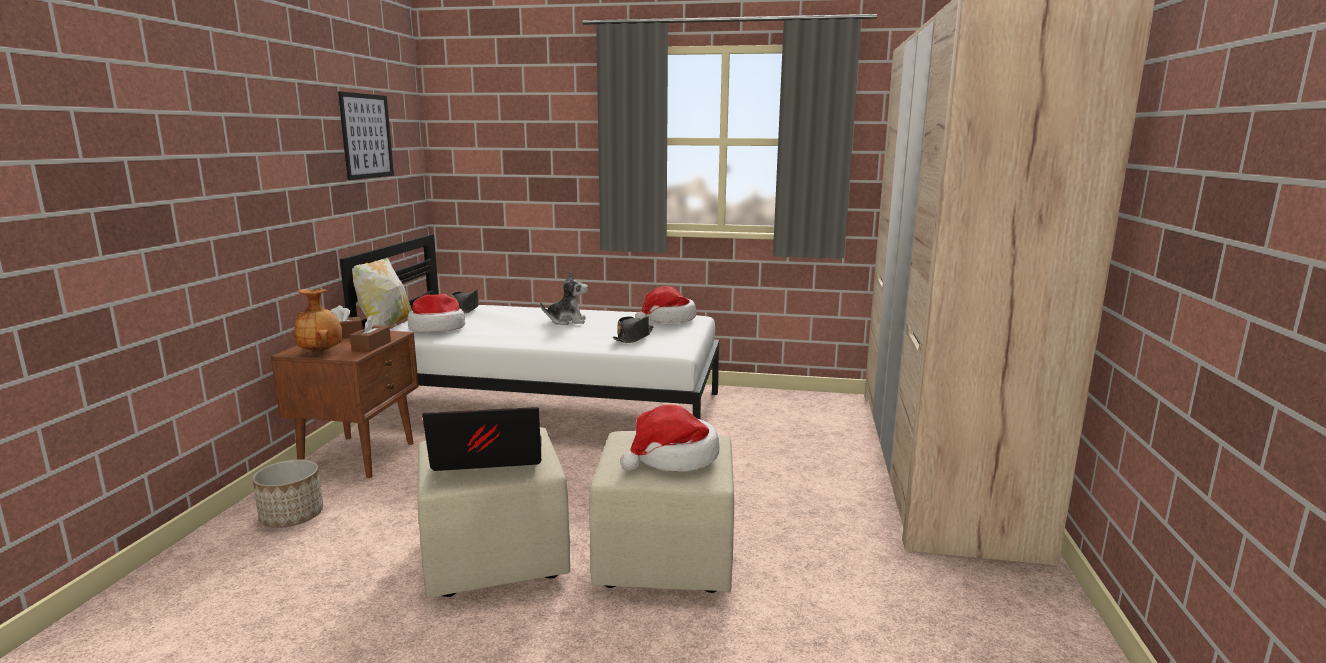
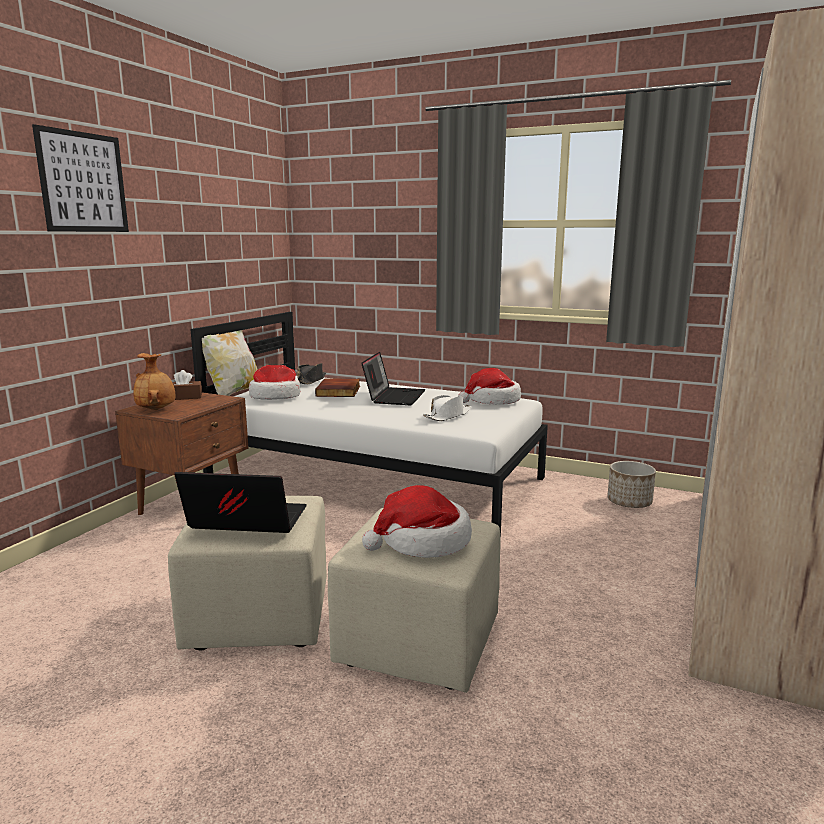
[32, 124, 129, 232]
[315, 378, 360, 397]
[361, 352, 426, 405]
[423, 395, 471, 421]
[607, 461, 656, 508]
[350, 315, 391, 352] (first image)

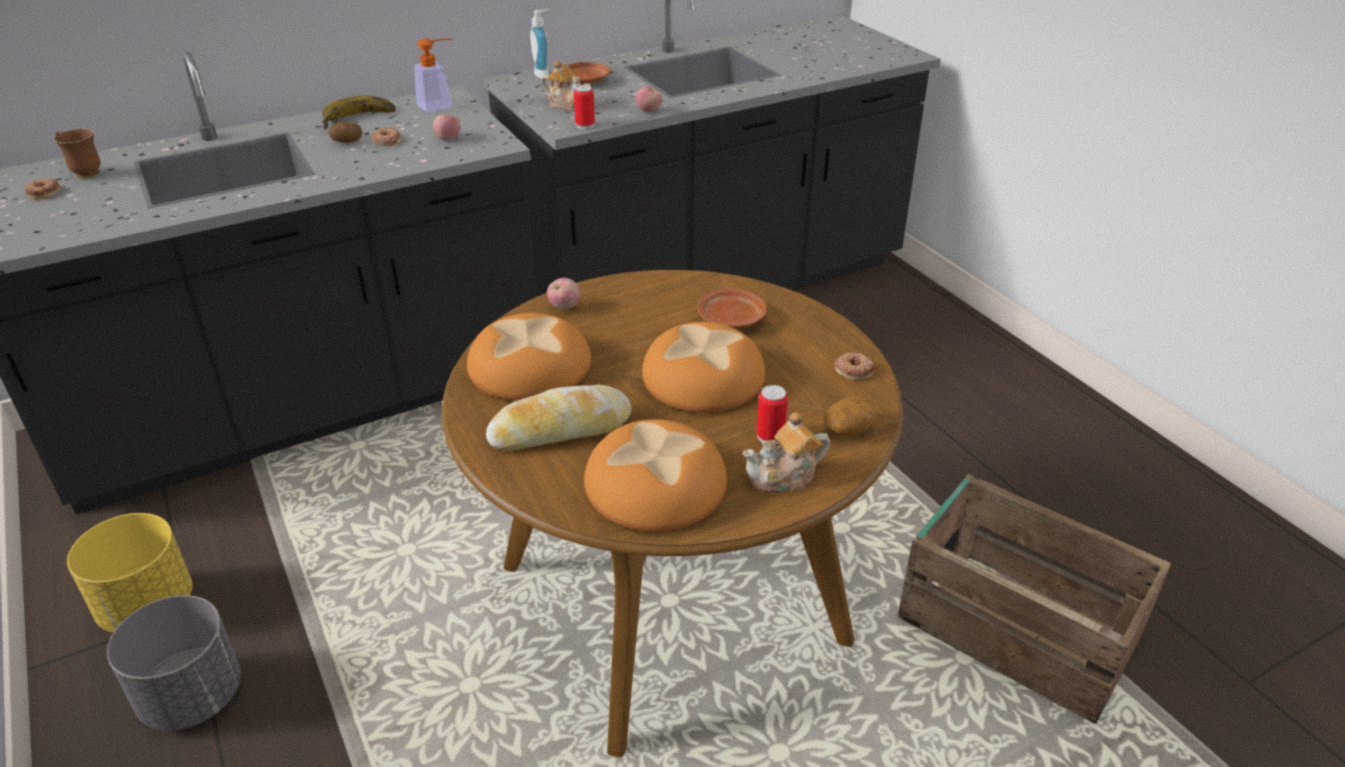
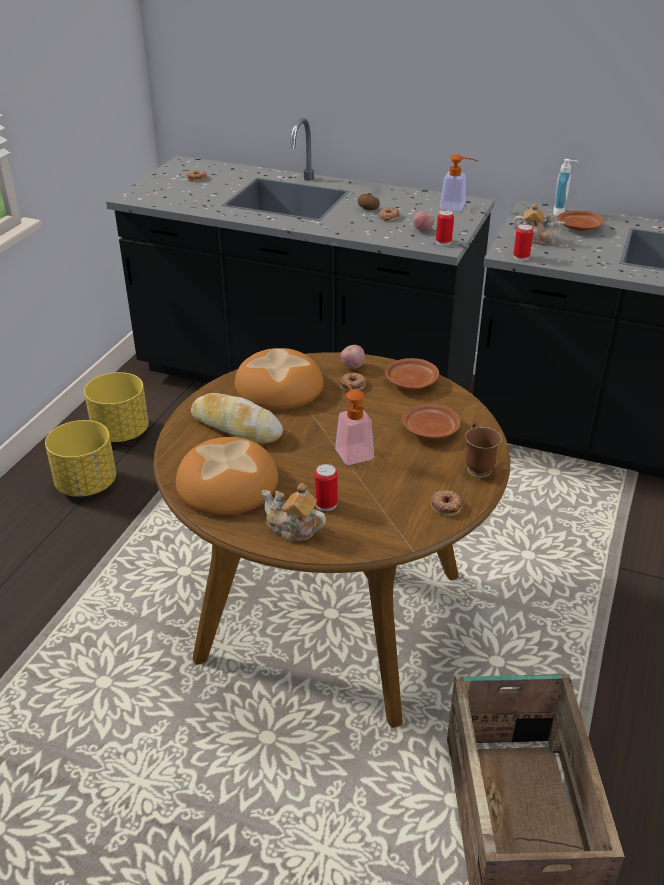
[45, 420, 116, 497]
[335, 380, 374, 465]
[340, 373, 366, 392]
[385, 358, 439, 389]
[436, 210, 454, 245]
[465, 422, 502, 478]
[514, 203, 565, 245]
[322, 96, 396, 129] (first image)
[636, 86, 662, 112] (first image)
[824, 396, 878, 435] (first image)

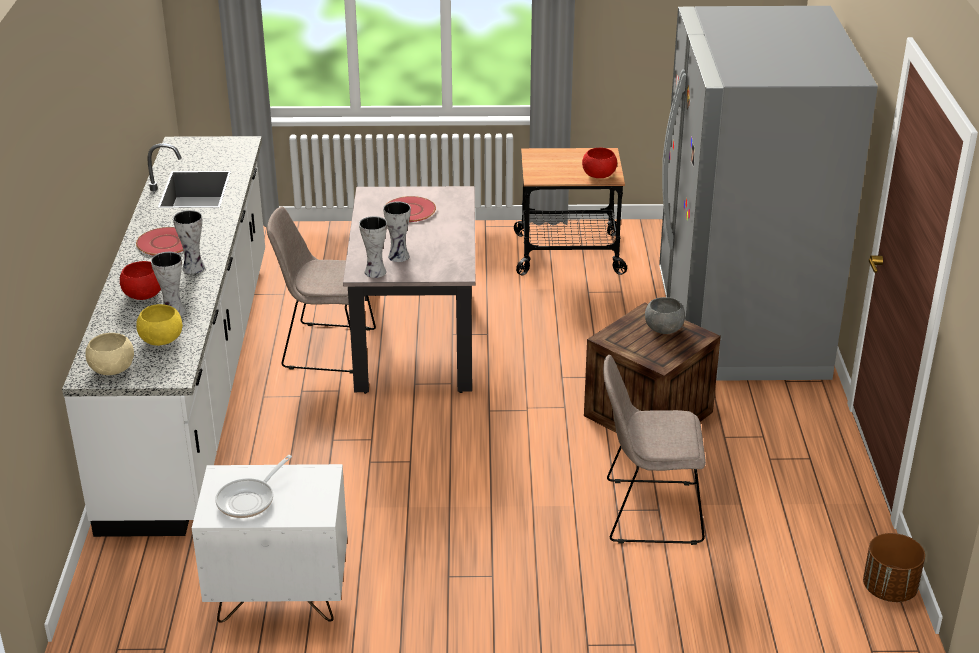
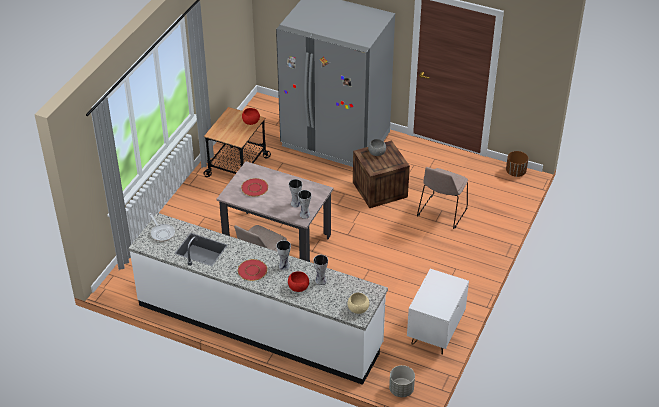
[149, 213, 175, 242]
[389, 365, 415, 397]
[136, 304, 183, 346] (first image)

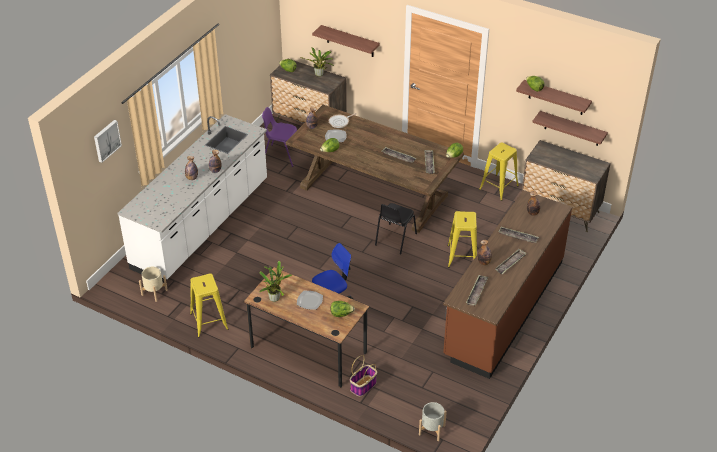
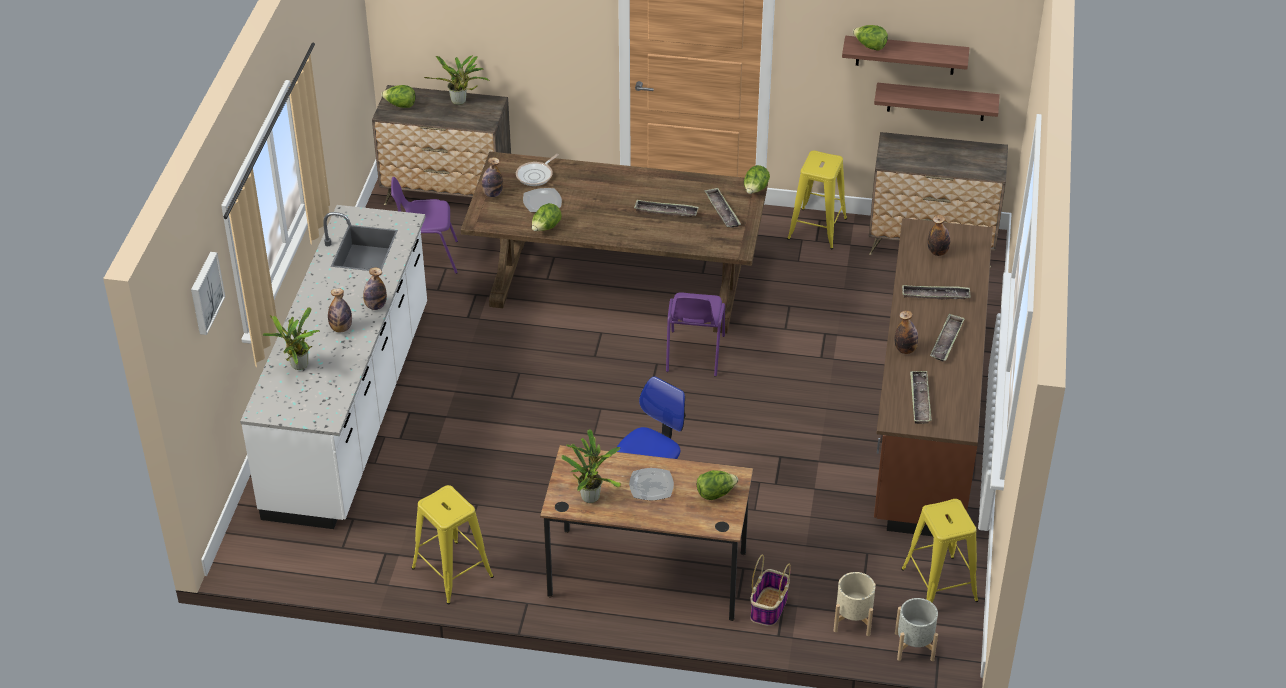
[262, 307, 320, 370]
[666, 292, 725, 377]
[834, 572, 876, 636]
[901, 499, 978, 603]
[312, 25, 380, 57] (first image)

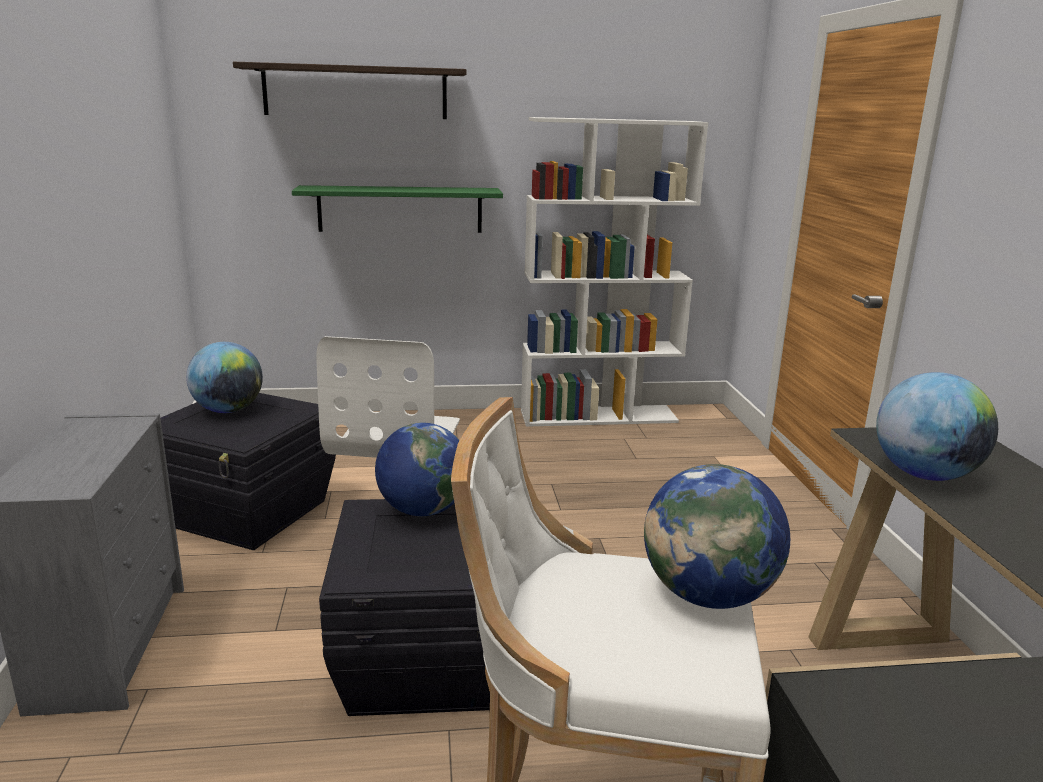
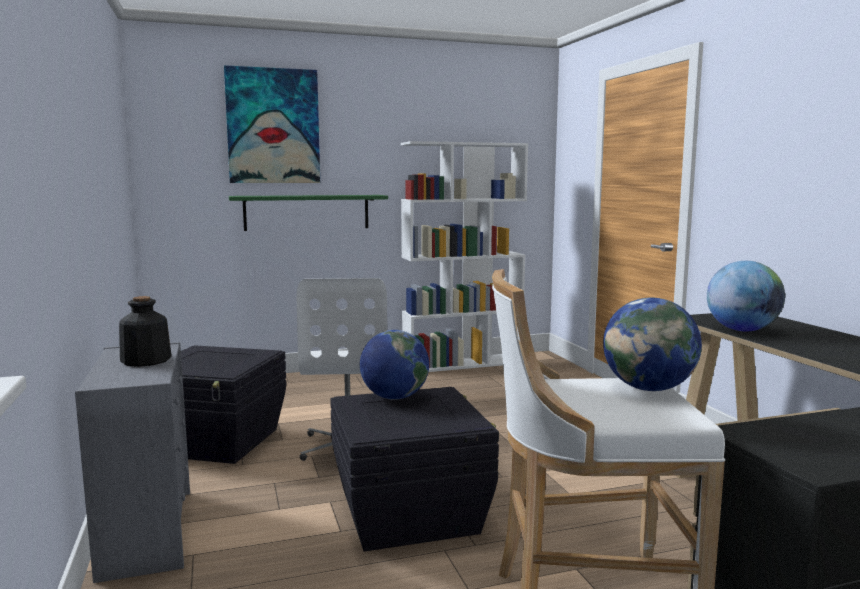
[119, 296, 172, 367]
[224, 65, 320, 183]
[186, 342, 263, 413] (first image)

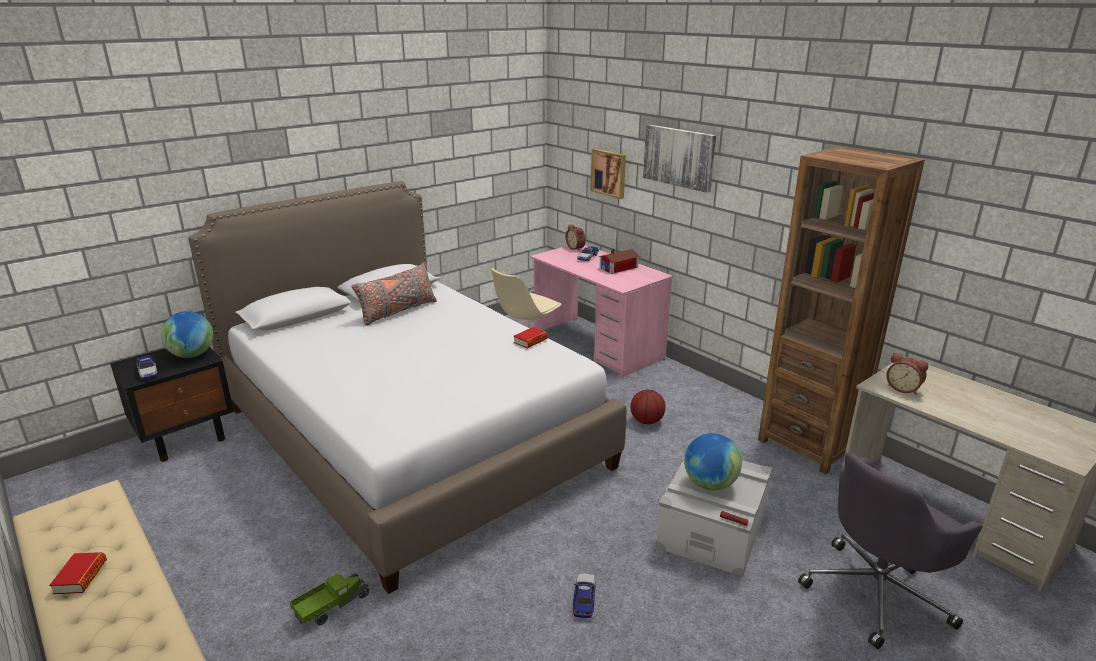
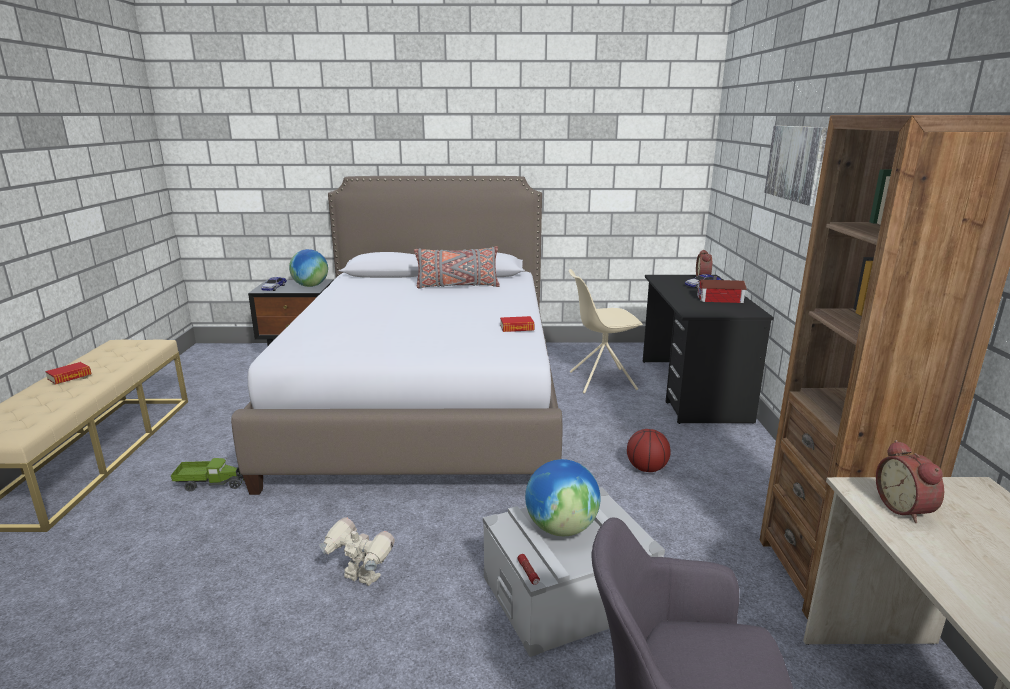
[319, 518, 395, 586]
[643, 275, 774, 424]
[590, 149, 626, 199] (first image)

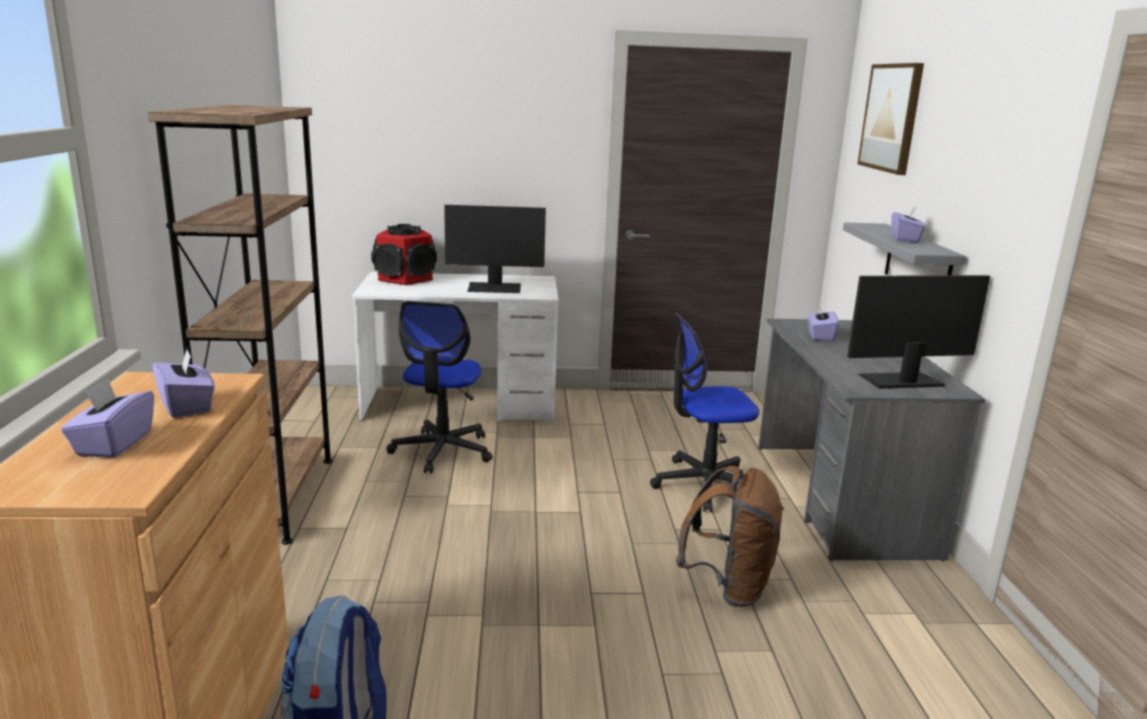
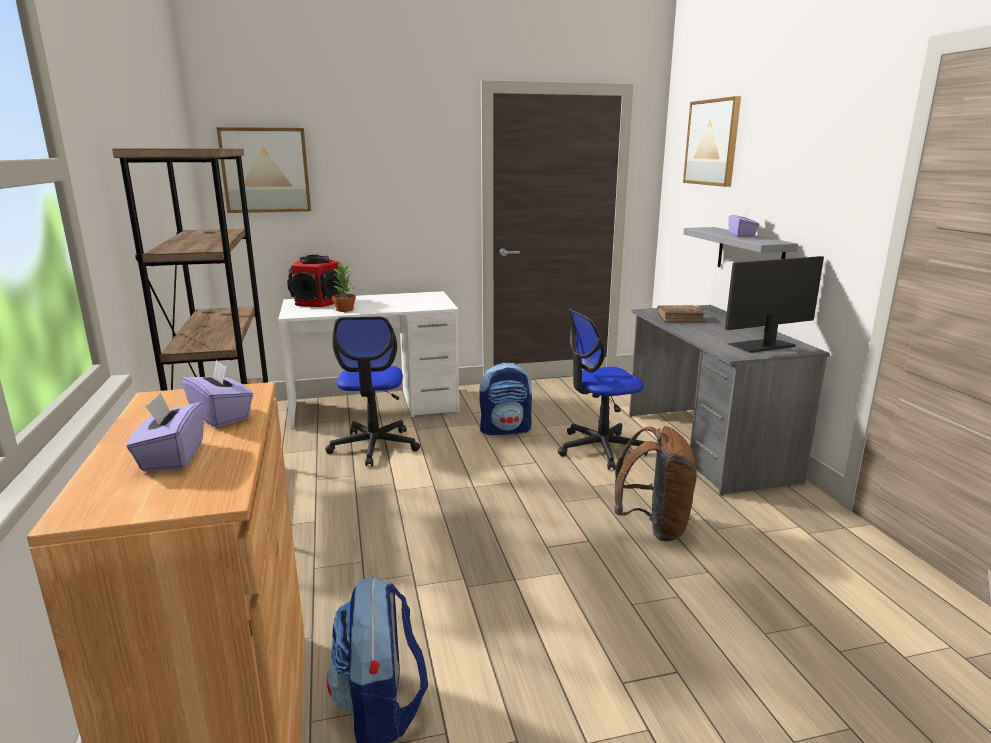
[216, 127, 311, 213]
[332, 263, 356, 312]
[479, 363, 532, 435]
[657, 305, 706, 322]
[444, 205, 546, 293] (first image)

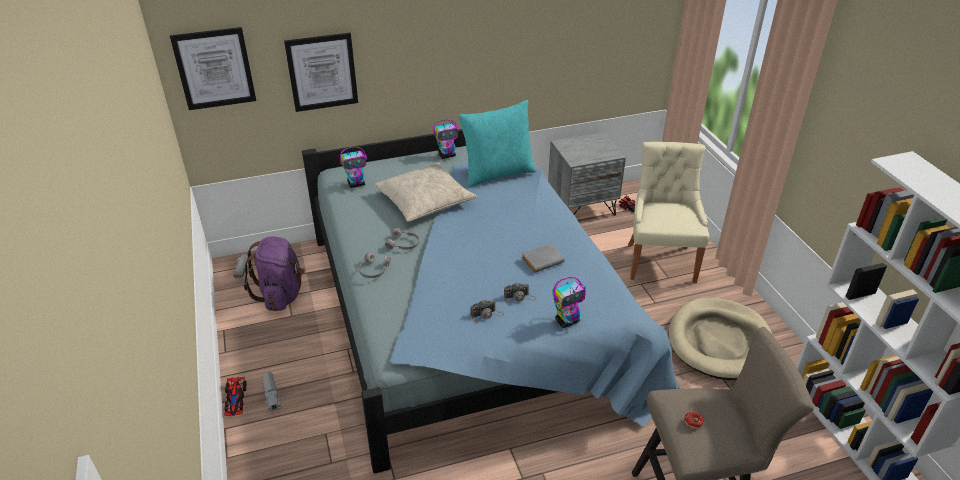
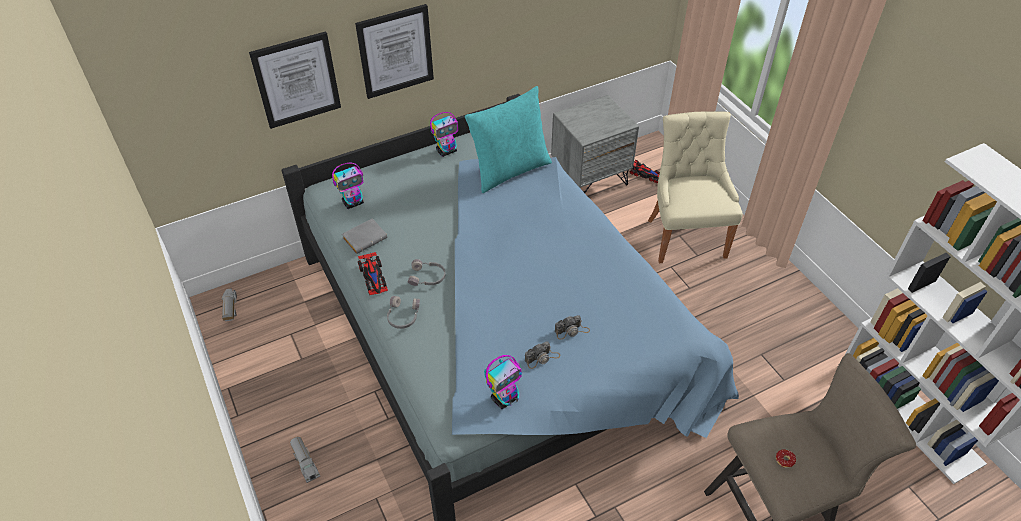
[342, 218, 387, 254]
[355, 4, 434, 99]
[358, 252, 388, 295]
[484, 355, 522, 409]
[243, 236, 305, 311] (first image)
[374, 162, 477, 222] (first image)
[668, 298, 773, 380] (first image)

